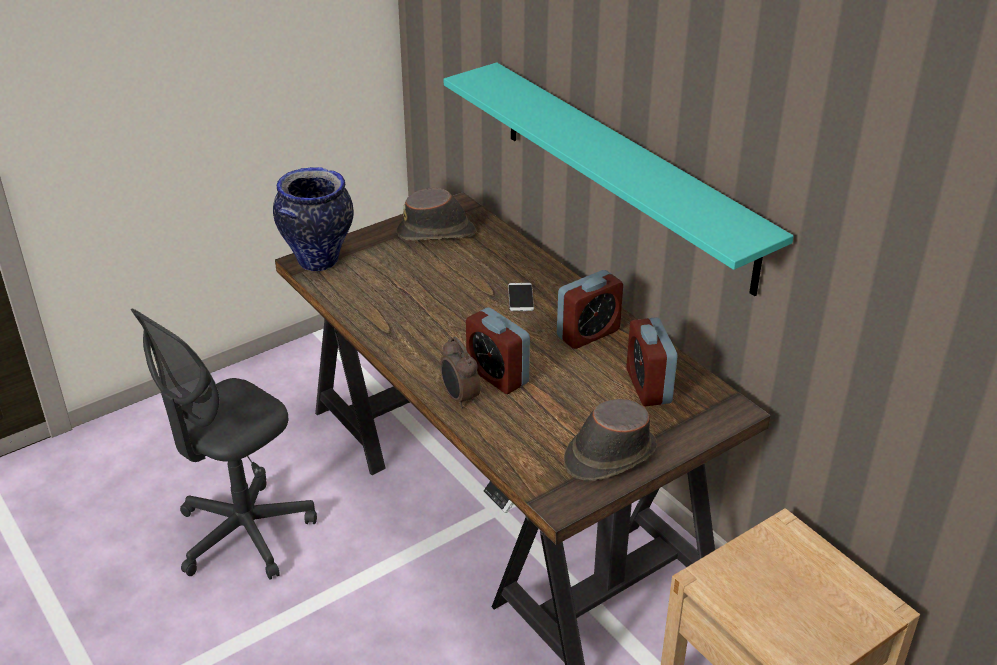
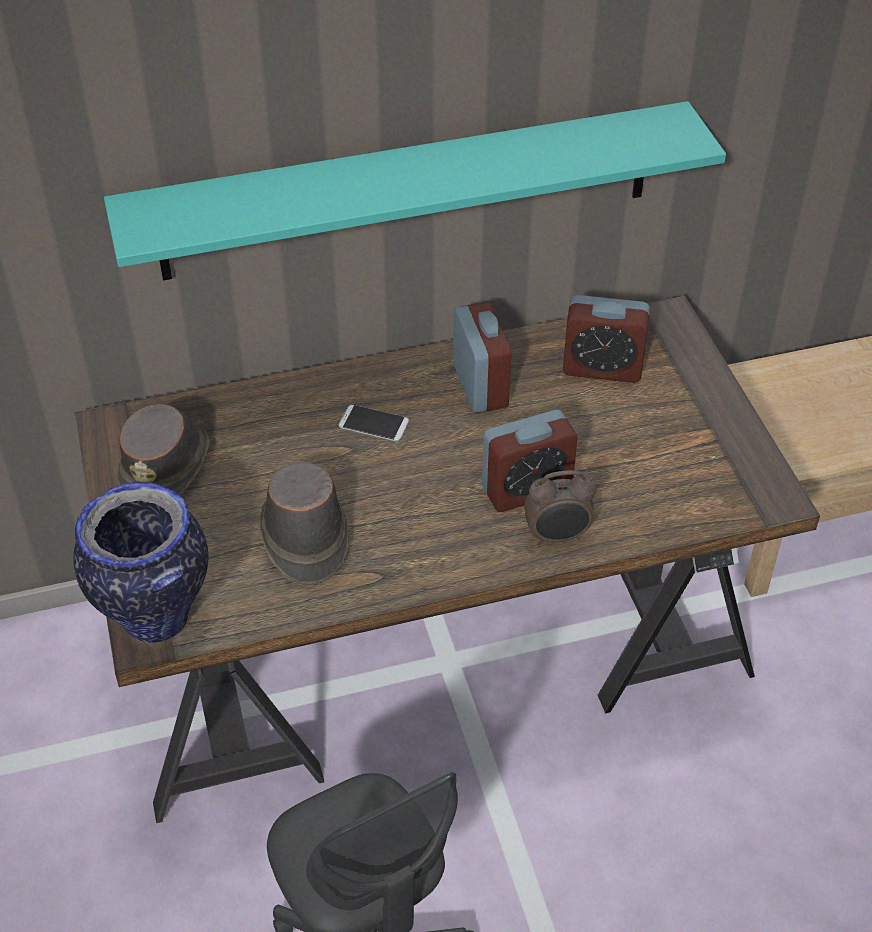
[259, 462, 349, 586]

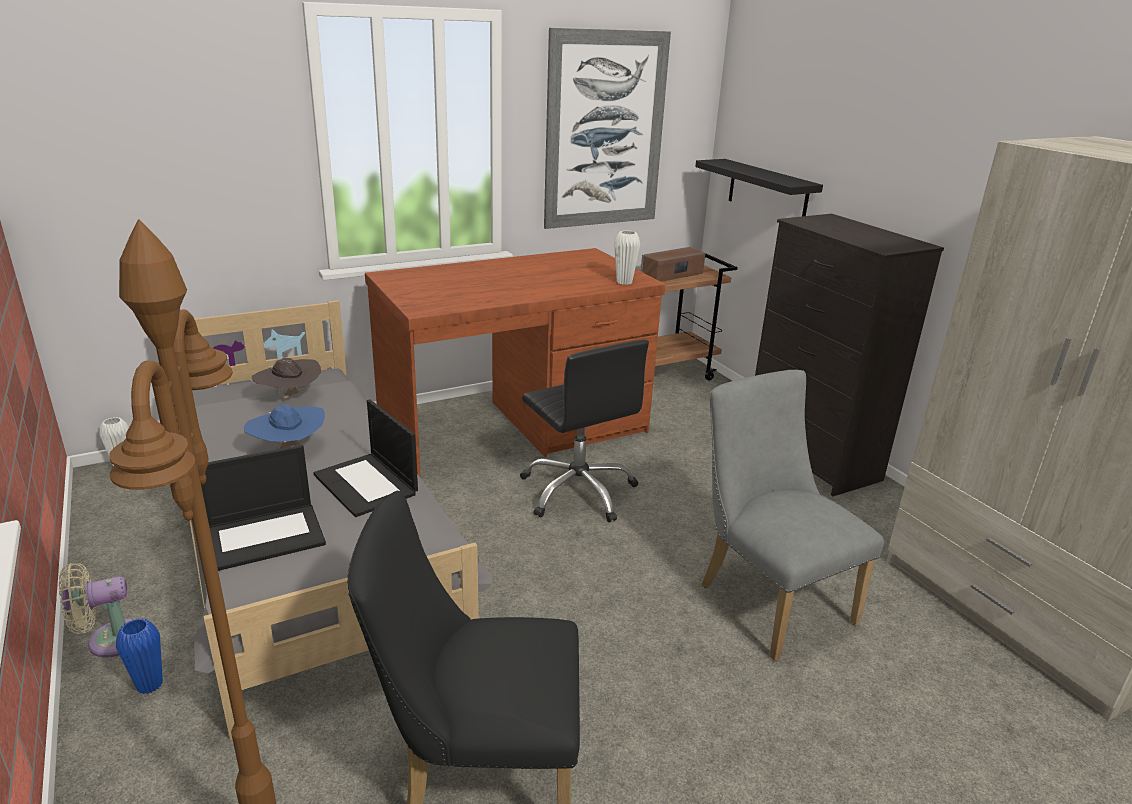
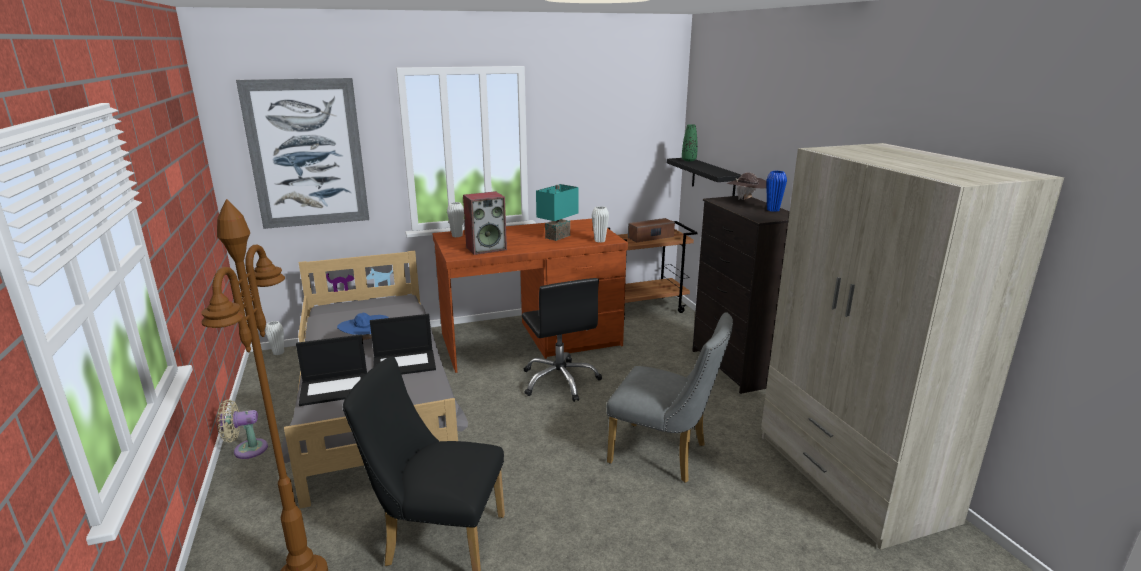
[236, 78, 369, 229]
[370, 314, 436, 375]
[447, 202, 464, 237]
[463, 191, 507, 255]
[536, 184, 578, 241]
[607, 312, 733, 483]
[682, 124, 698, 161]
[726, 173, 767, 200]
[766, 171, 787, 212]

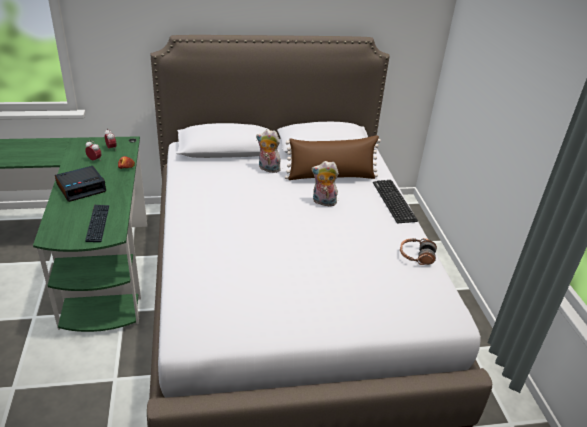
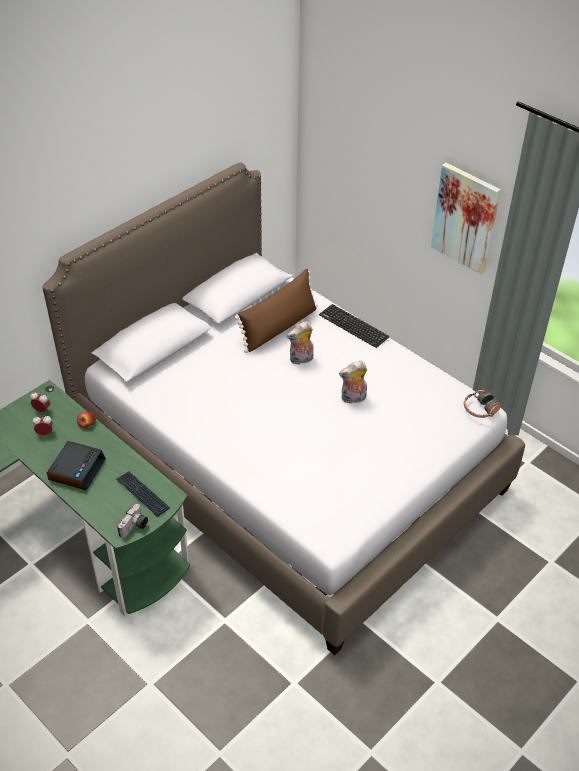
[117, 504, 148, 538]
[339, 360, 367, 404]
[431, 163, 501, 274]
[464, 390, 501, 418]

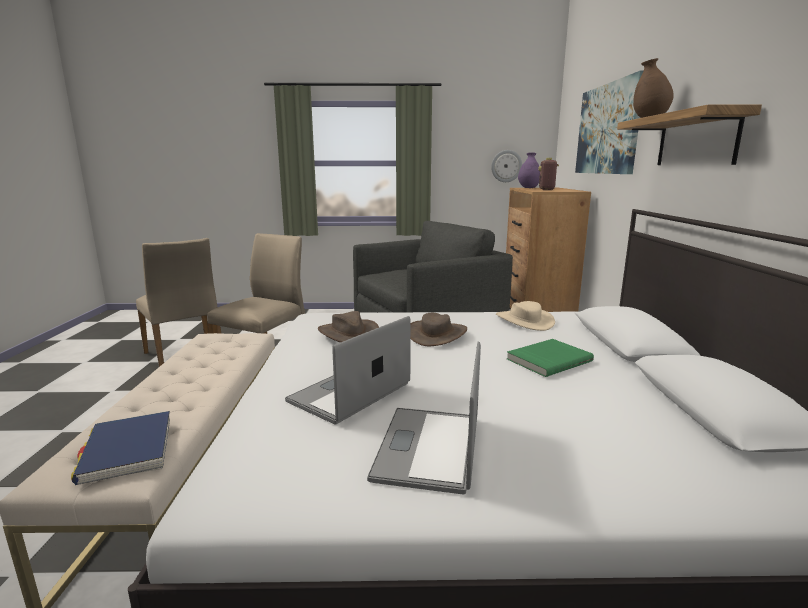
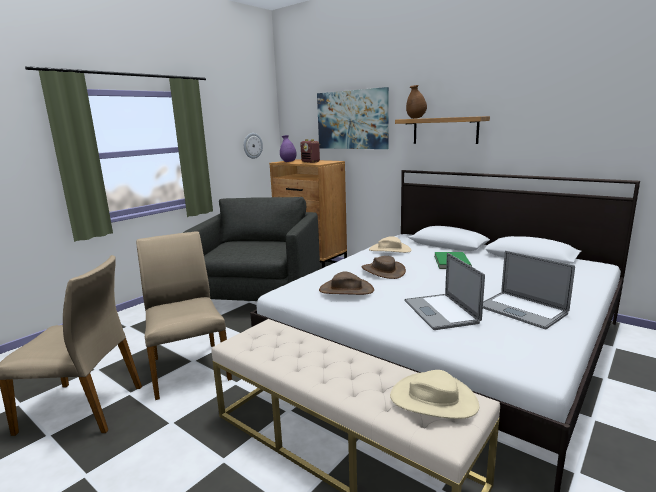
[390, 370, 480, 419]

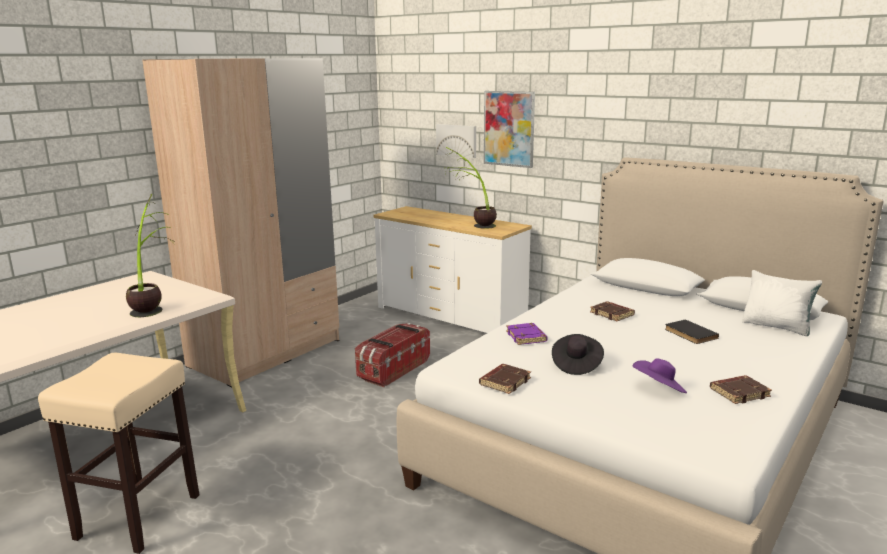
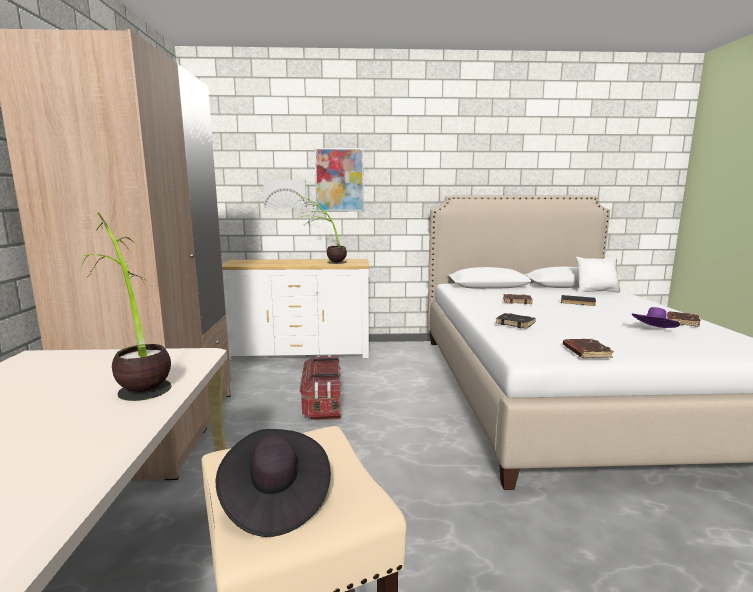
[216, 429, 331, 537]
[495, 313, 536, 329]

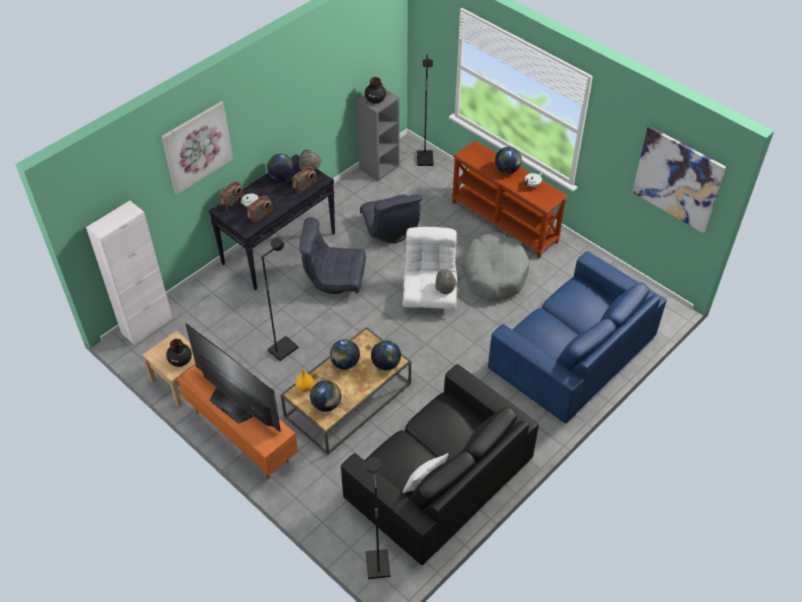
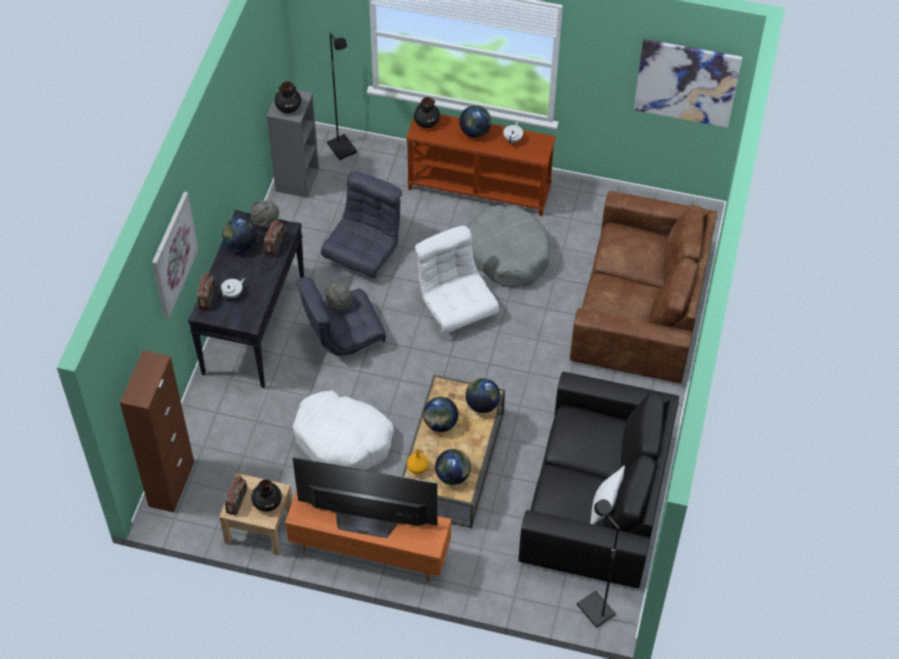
[120, 350, 194, 512]
[225, 476, 247, 515]
[292, 391, 394, 470]
[321, 171, 402, 278]
[325, 282, 352, 311]
[414, 97, 440, 128]
[570, 191, 717, 384]

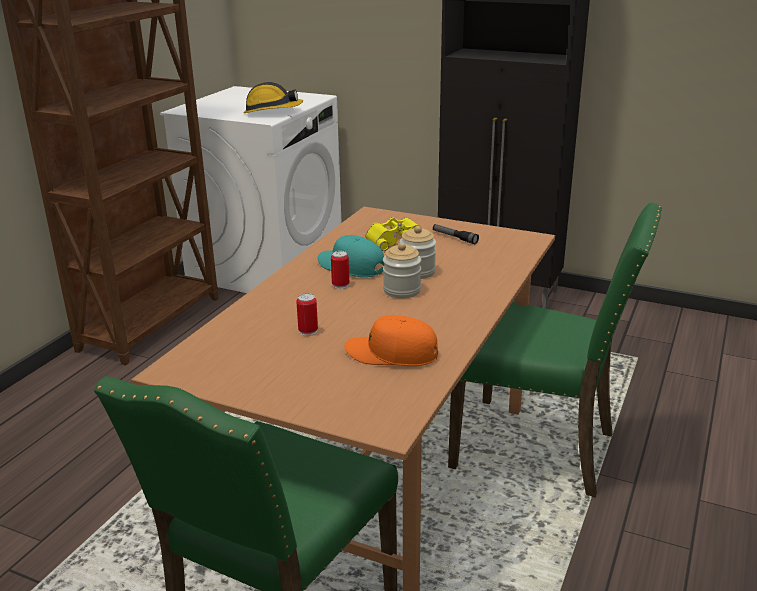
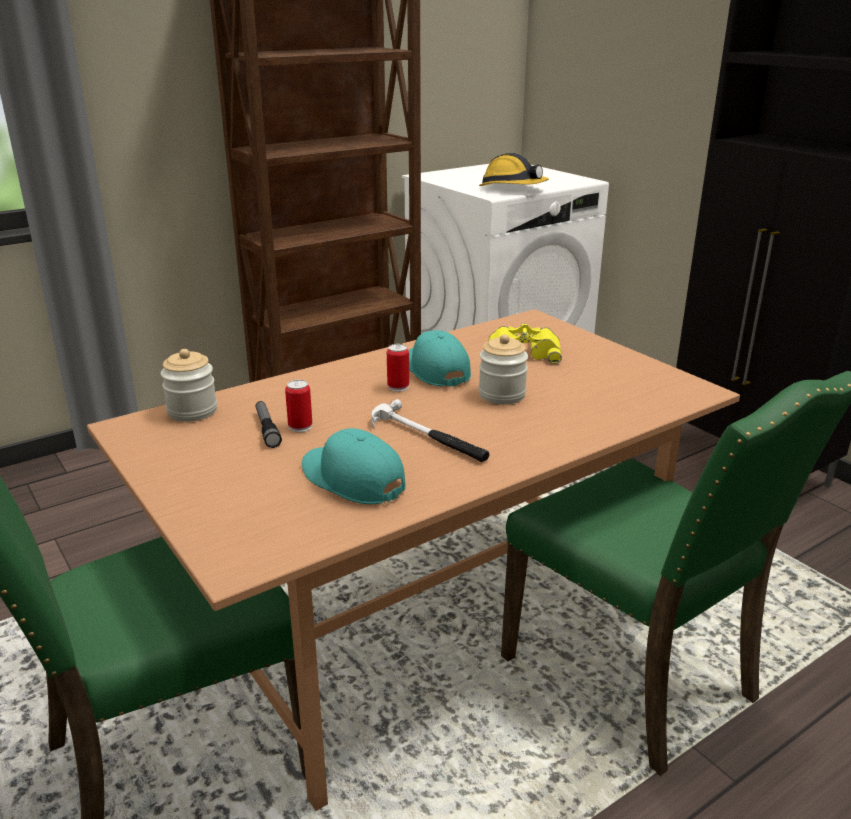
[161, 349, 217, 422]
[256, 401, 282, 448]
[302, 428, 406, 504]
[372, 399, 490, 462]

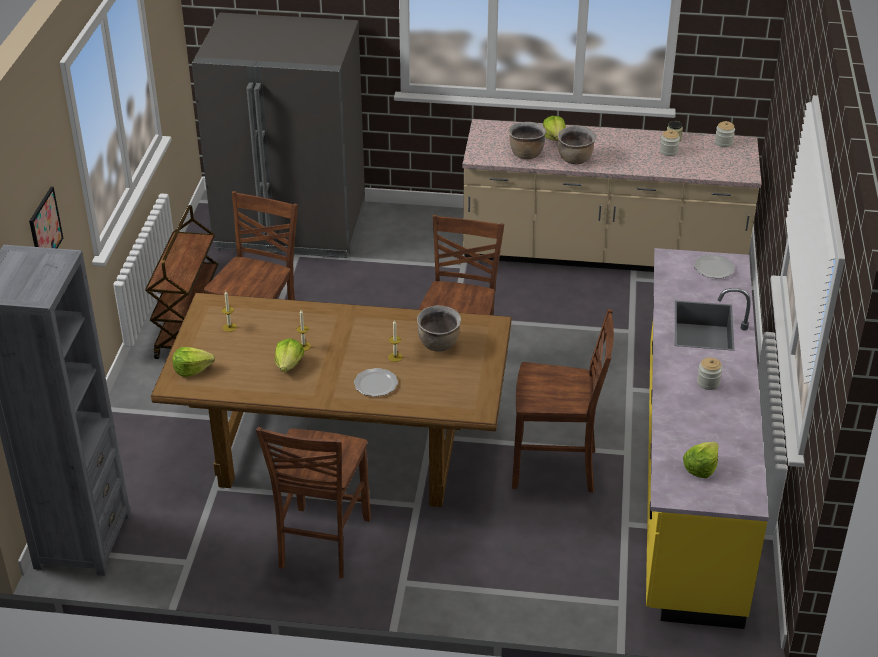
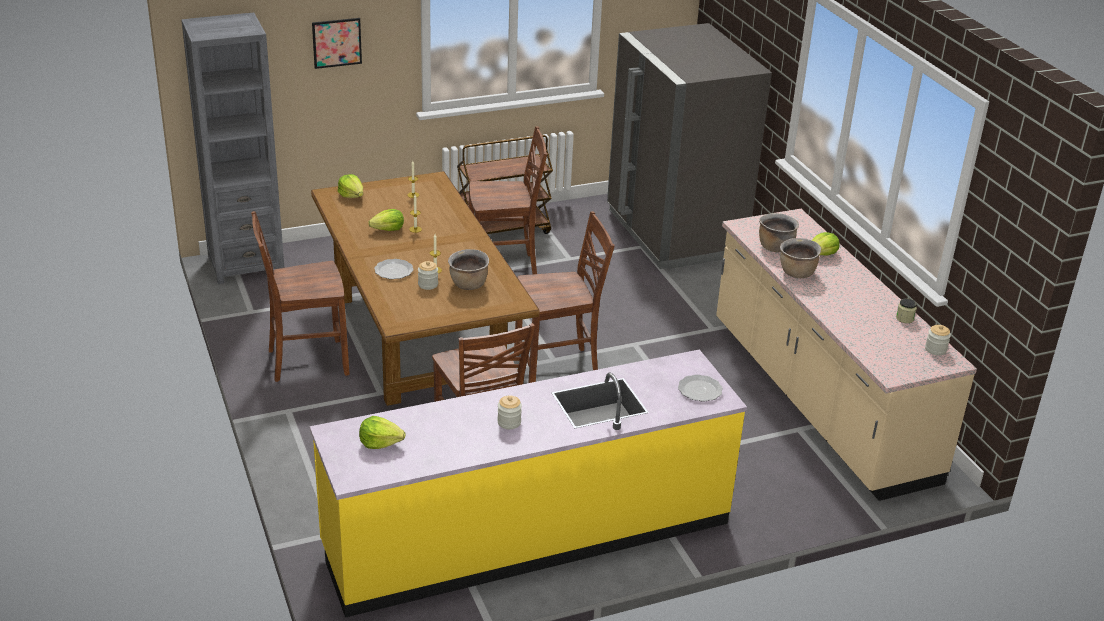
[418, 261, 438, 290]

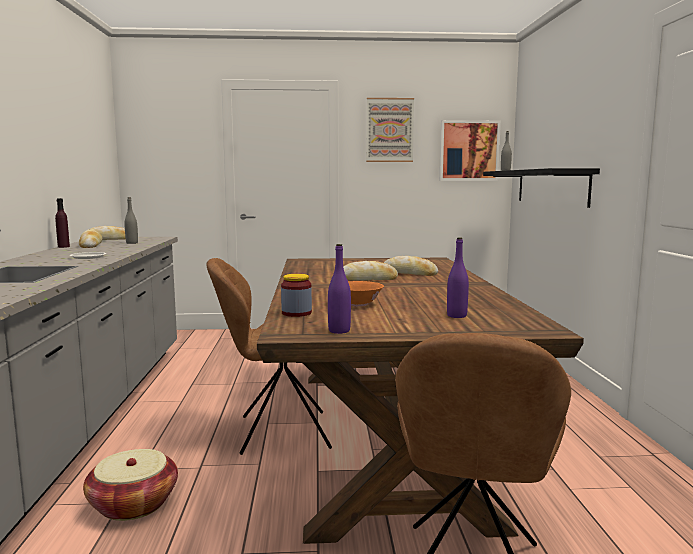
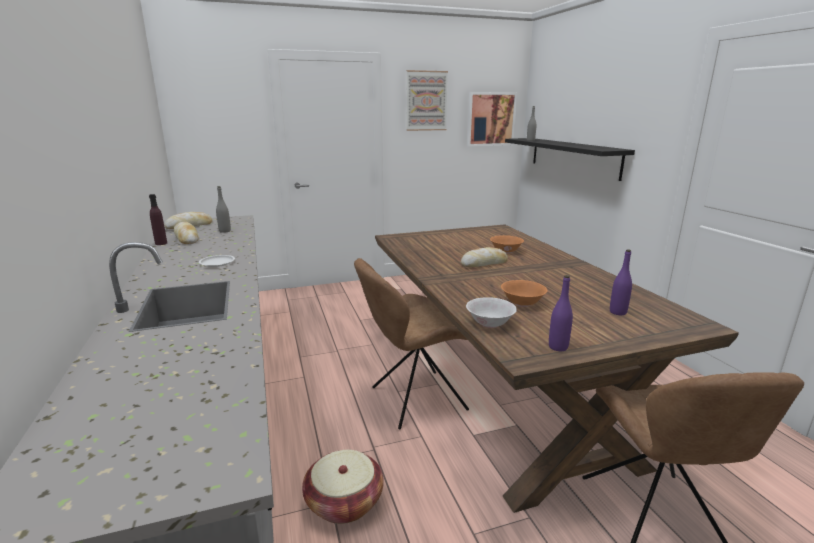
[466, 297, 517, 328]
[490, 235, 524, 253]

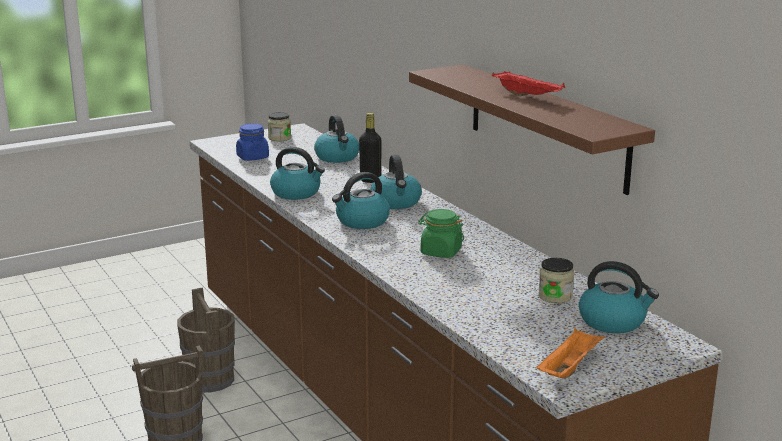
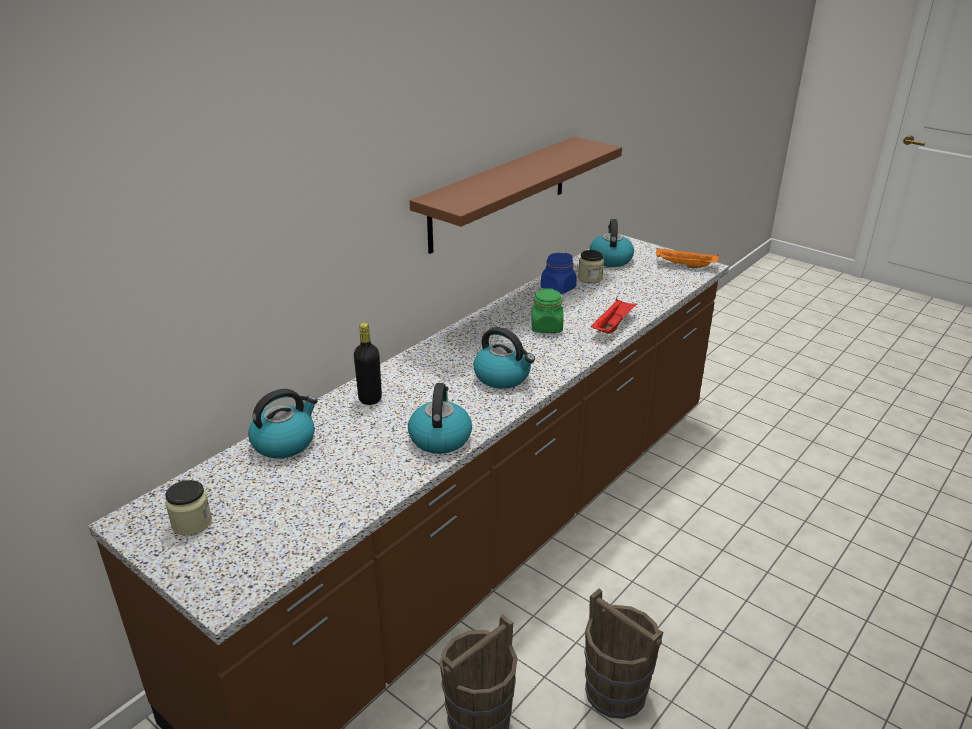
[541, 253, 577, 294]
[591, 298, 638, 334]
[371, 154, 422, 209] (first image)

